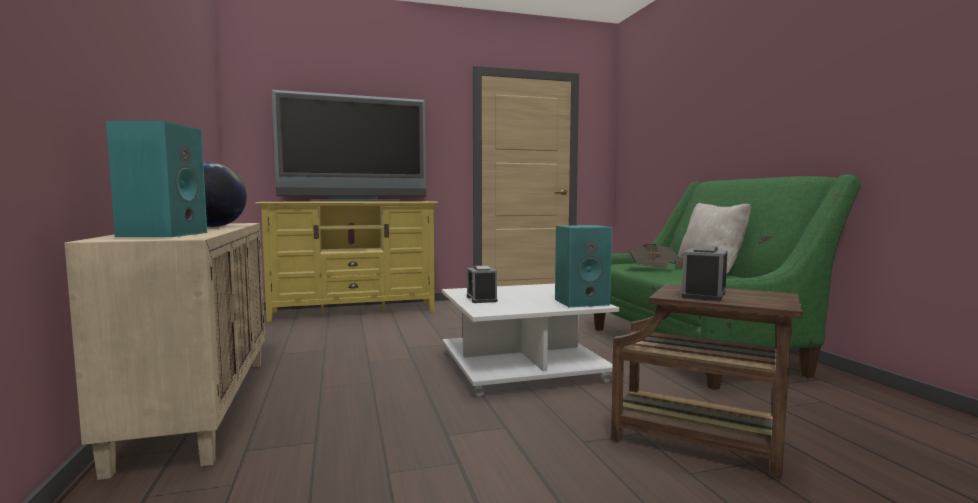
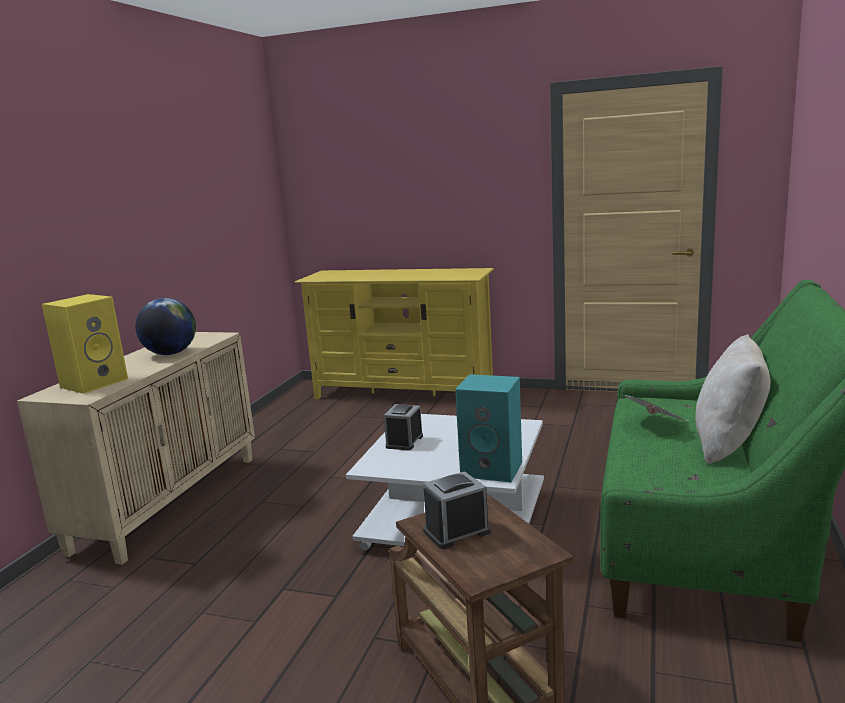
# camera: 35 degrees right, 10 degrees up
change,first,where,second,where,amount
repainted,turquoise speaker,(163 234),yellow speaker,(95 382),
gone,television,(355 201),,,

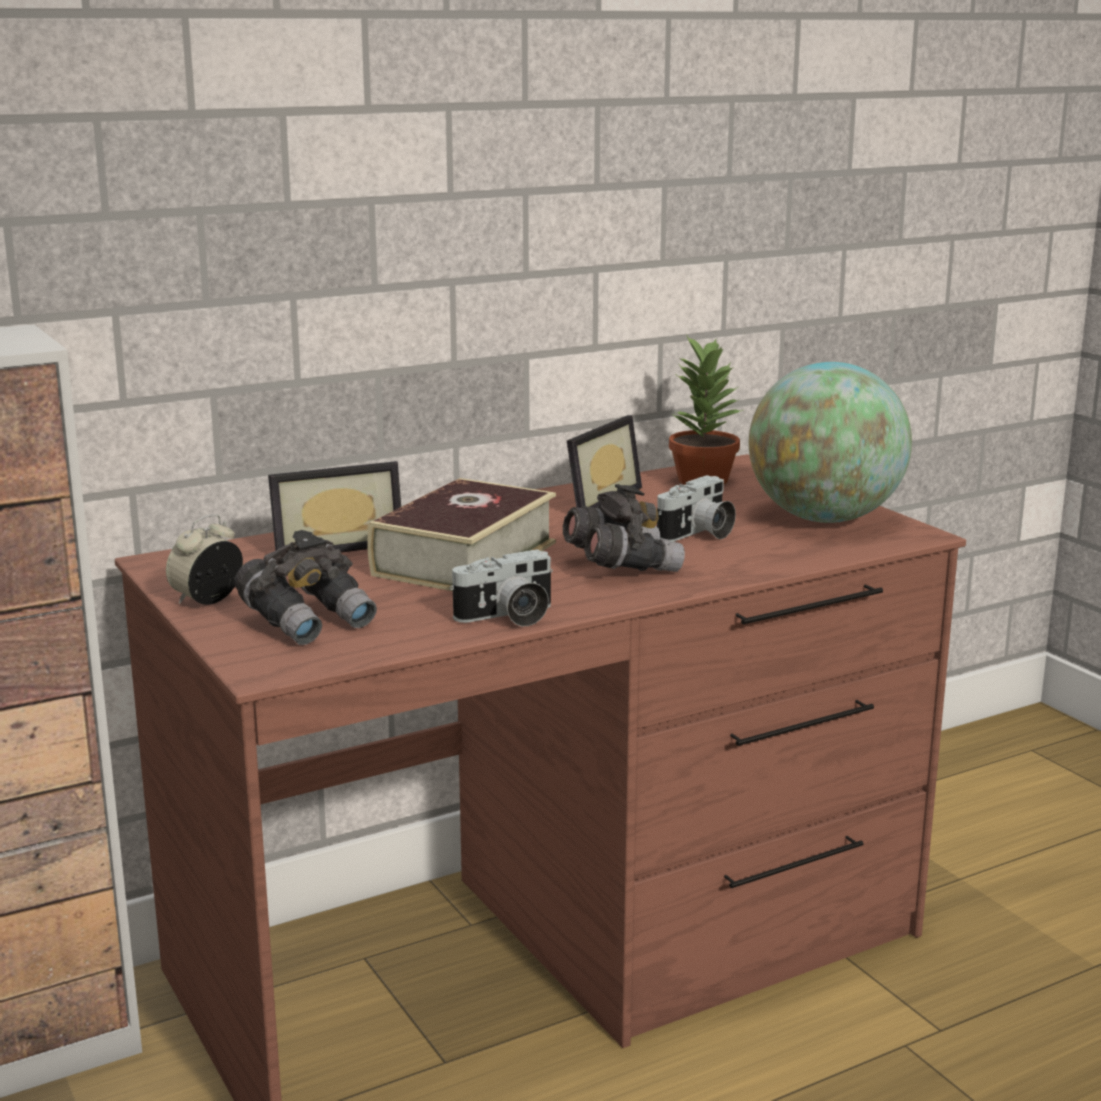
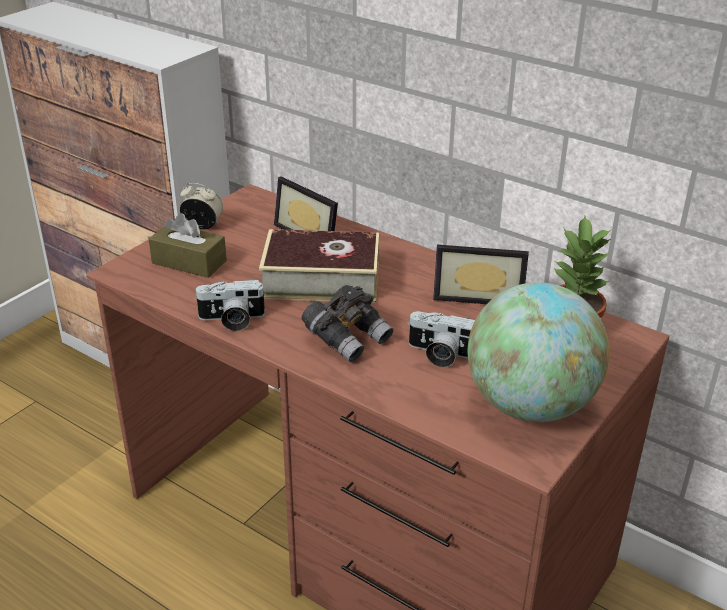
# camera: 65 degrees right, 15 degrees up
change,first,where,second,where,amount
swapped,grey binoculars,(308 622),brown tissue box,(189 262),
rotated,photo camera,(508 617),,(231 320),45 degrees counterclockwise

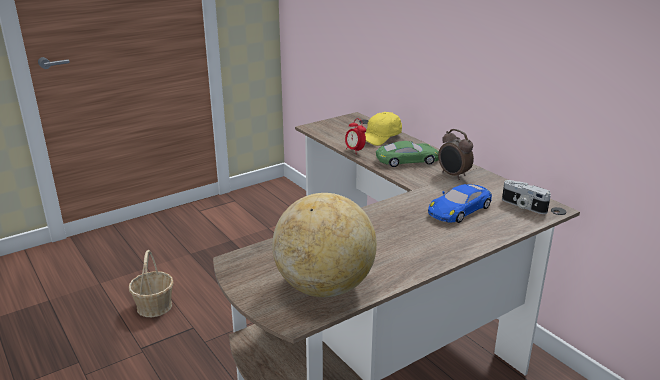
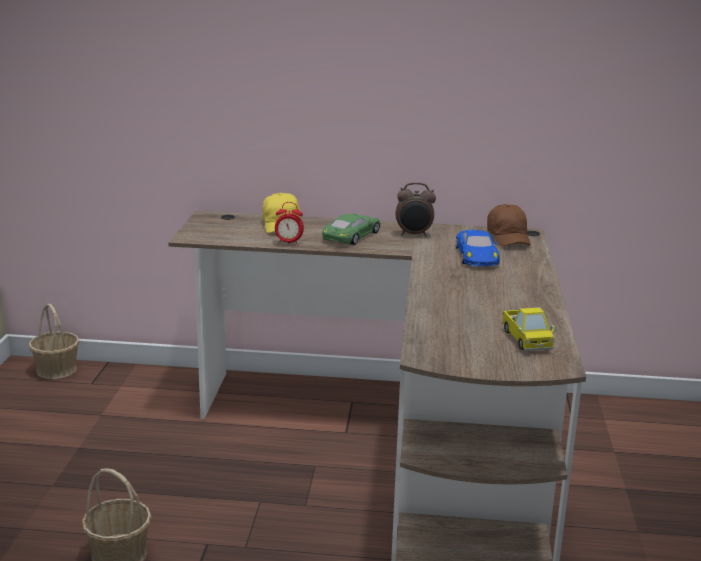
# camera: 50 degrees left, 5 degrees down
change,first,where,second,where,amount
new,,,basket,(57 370),
swapped,photo camera,(523 206),brown cap,(508 238),
swapped,globe,(325 287),toy truck,(526 340),

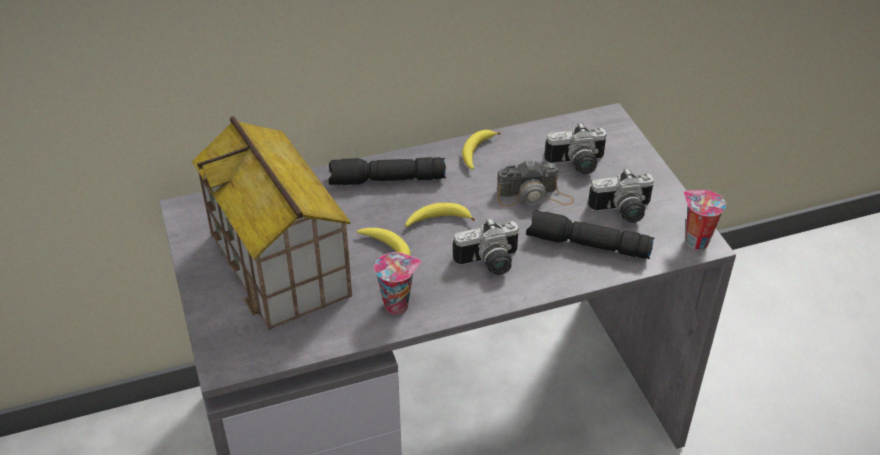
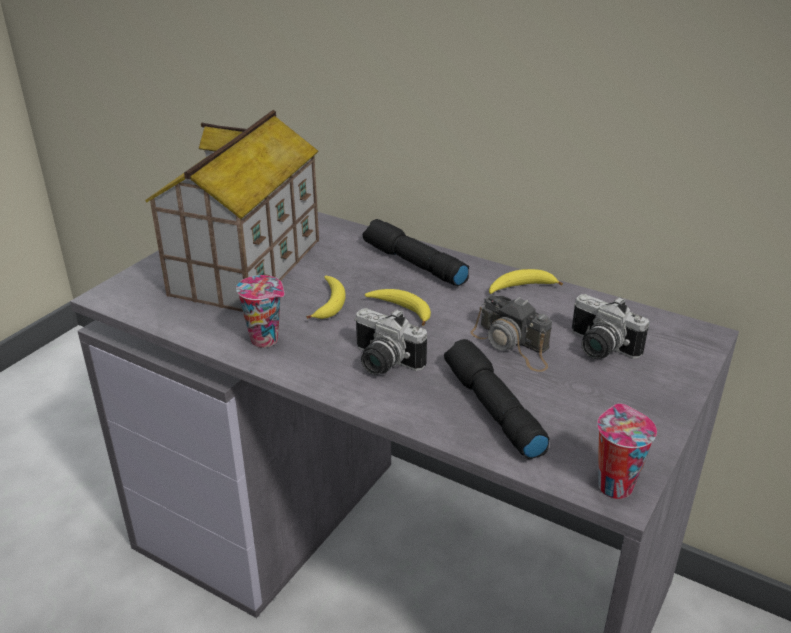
# camera: 50 degrees right, 10 degrees down
change,first,where,second,where,amount
gone,photo camera,(622 212),,,

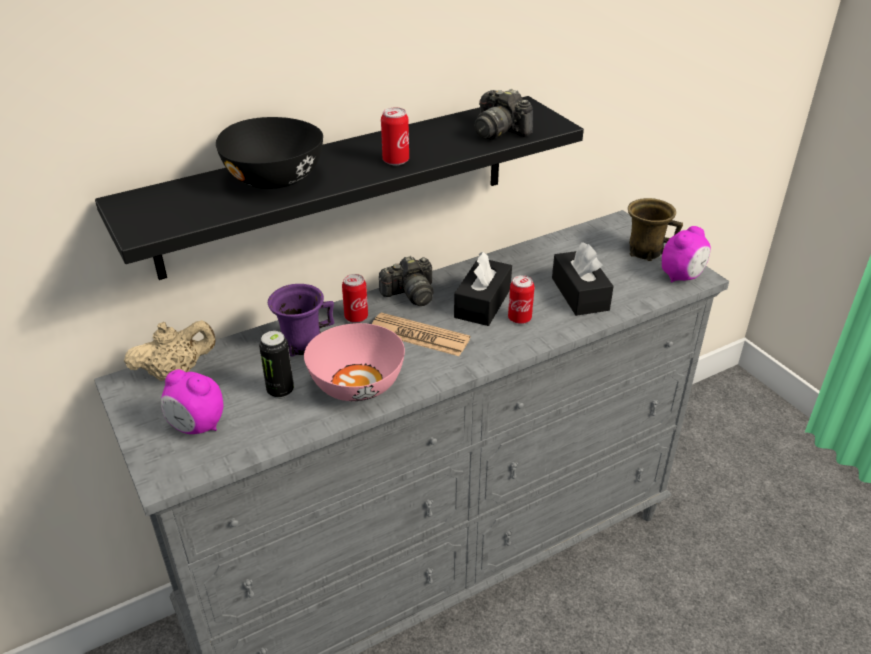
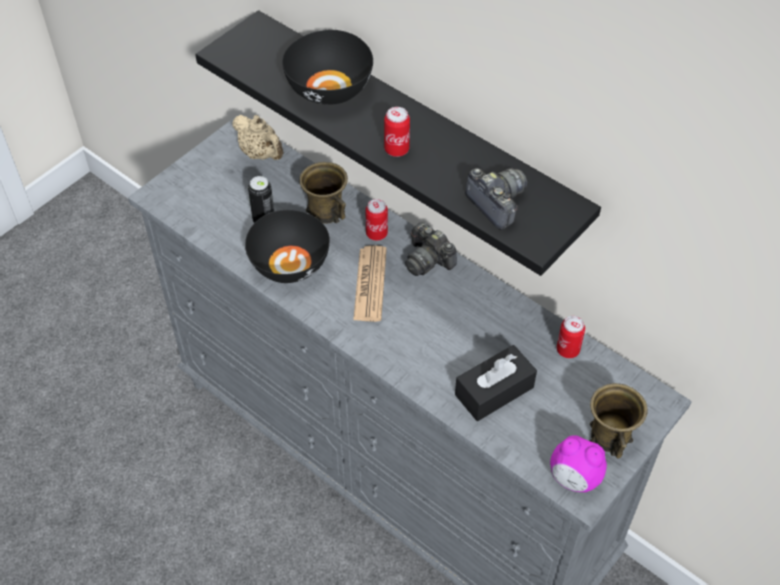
# camera: 70 degrees right, 15 degrees up
change,first,where,second,where,amount
repainted,pink bowl,(356 385),black bowl,(289 263),
repainted,purple mug,(301 343),brown mug,(326 211),
rotated,photo camera,(499 131),,(496 203),120 degrees clockwise
shifted,can,(519 318),,(567 350),
gone,alarm clock,(197 426),,,
gone,black tissue box,(482 303),,,

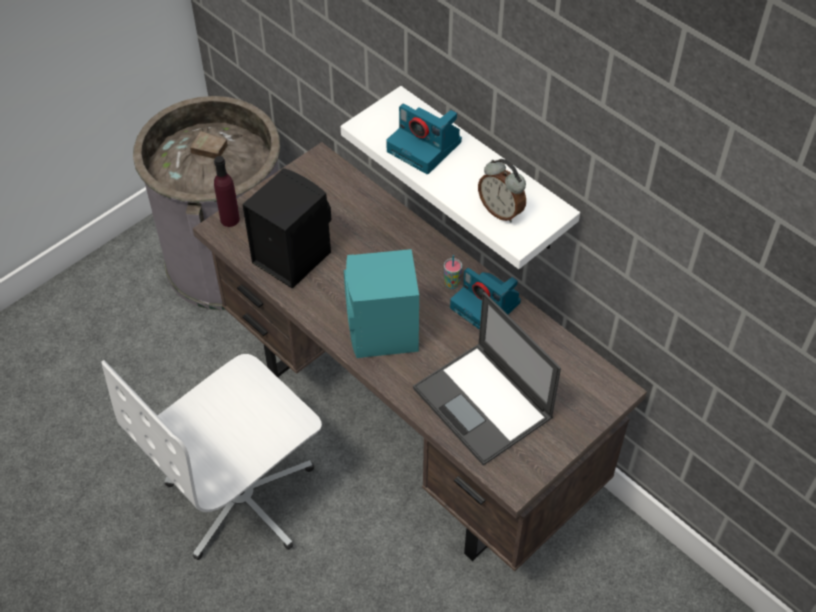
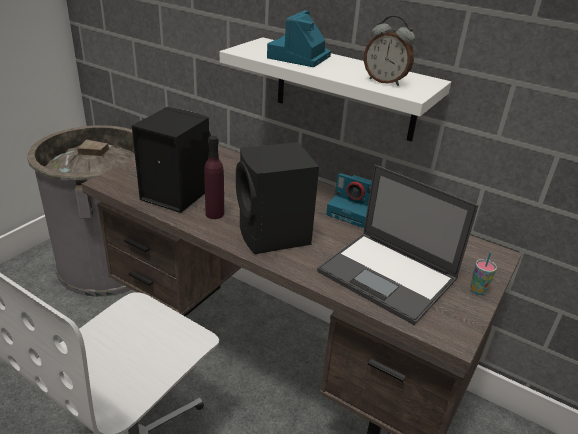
# camera: 15 degrees left, 20 degrees down
change,first,where,second,where,amount
shifted,purple bottle,(230 219),,(214 214),
repainted,turquoise speaker,(383 335),black speaker,(274 236),
rotated,photo camera,(426 147),,(299 57),90 degrees clockwise
shifted,cup,(452 284),,(477 290),

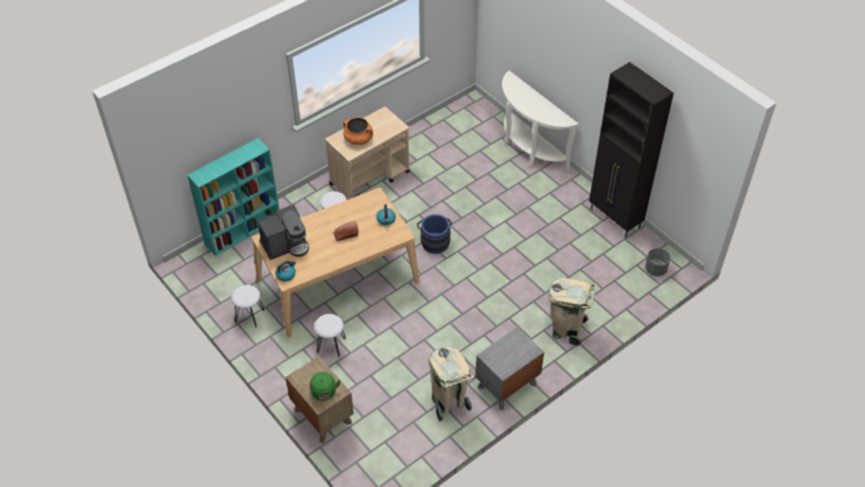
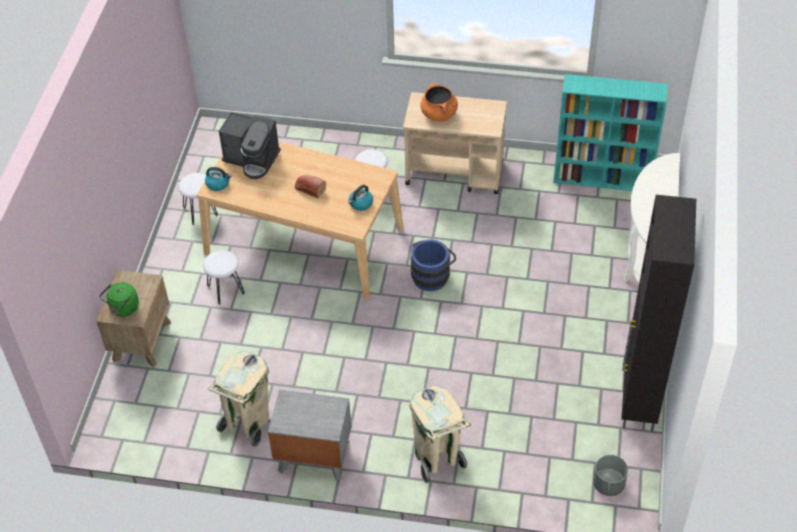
# camera: 50 degrees right, 0 degrees up
change,first,where,second,where,amount
shifted,turquoise bookcase,(243 230),,(603 178),

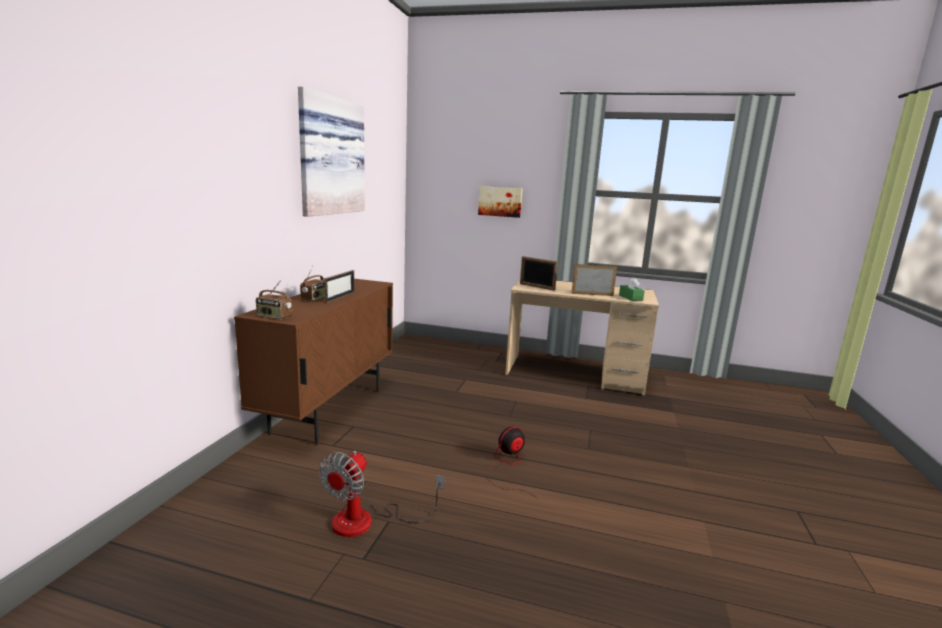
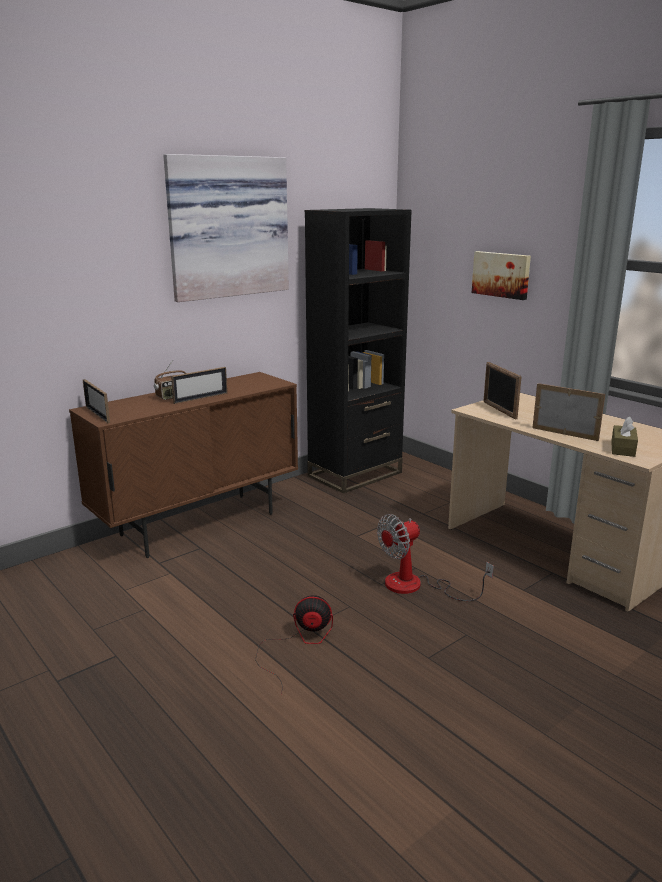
# camera: 35 degrees right, 5 degrees up
change,first,where,second,where,amount
swapped,radio,(274 317),picture frame,(97 414),
new,,,black bookcase,(355 474),
shifted,fan,(367 521),,(416 586),
repainted,green tissue box,(630 298),brown tissue box,(623 448),

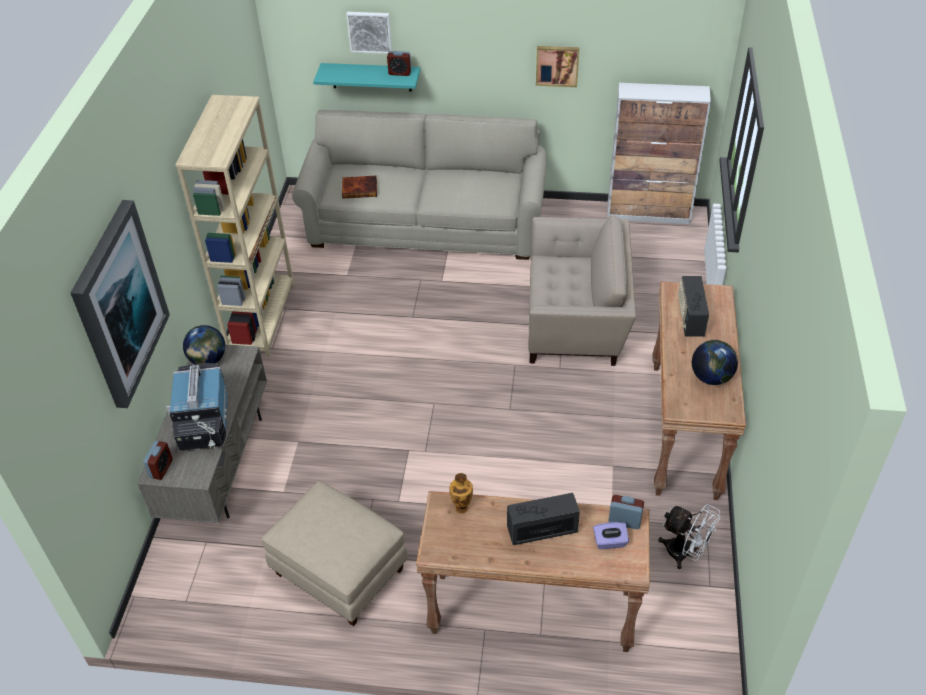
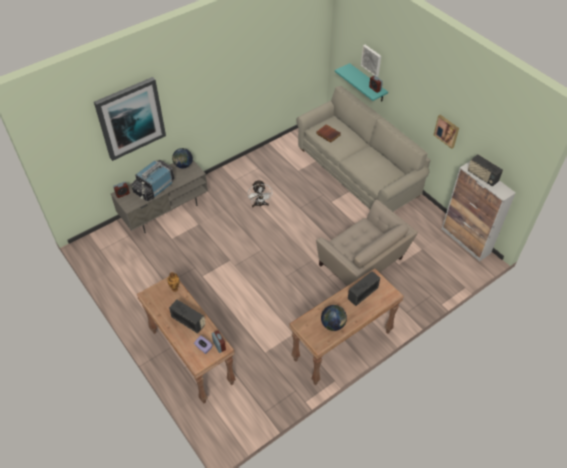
# camera: 45 degrees right, 5 degrees up
change,first,where,second,where,amount
shifted,white fan,(684 553),,(260 205),
new,,,radio,(482 177),
gone,beige bookcase,(261 317),,,
gone,beige ottoman,(338 572),,,

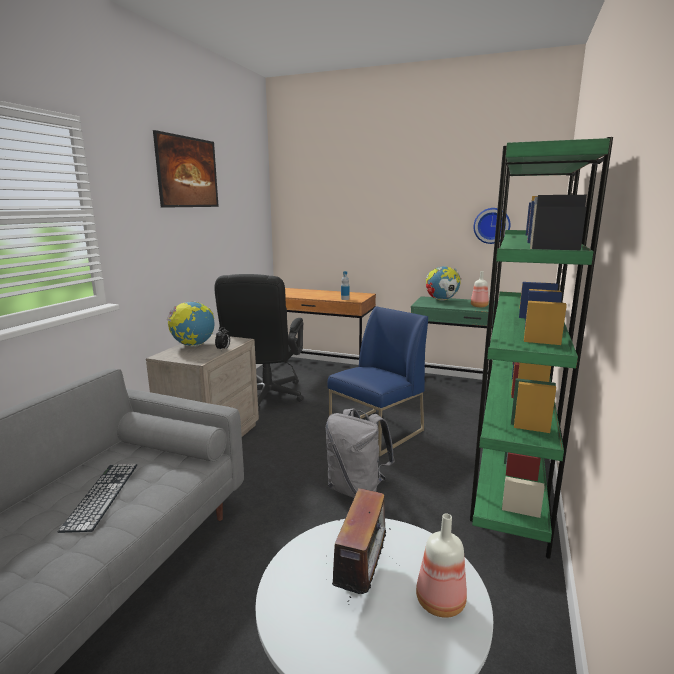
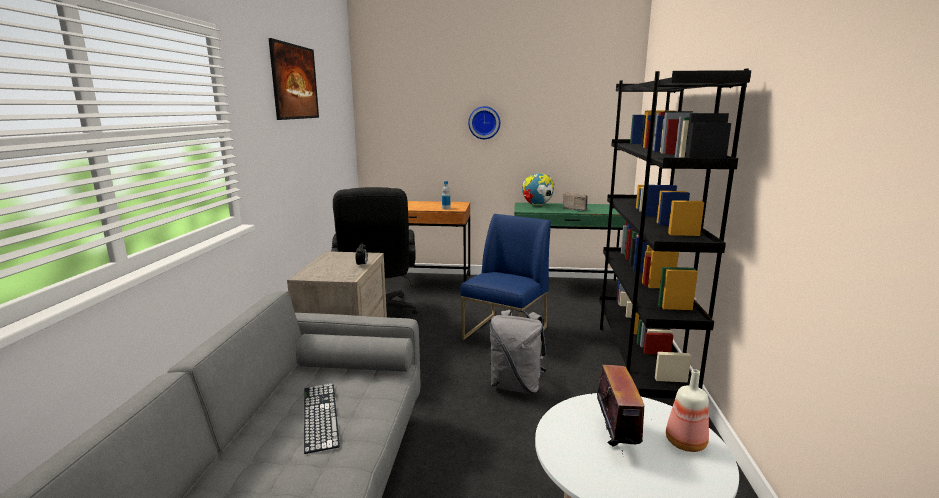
# camera: 15 degrees left, 0 degrees up
change,first,where,second,where,amount
shifted,wall clock,(491 225),,(484 122),
swapped,bottle,(479 306),radio,(575 209),
repainted,green bookcase,(510 480),black bookcase,(639 360),
gone,globe,(193 345),,,

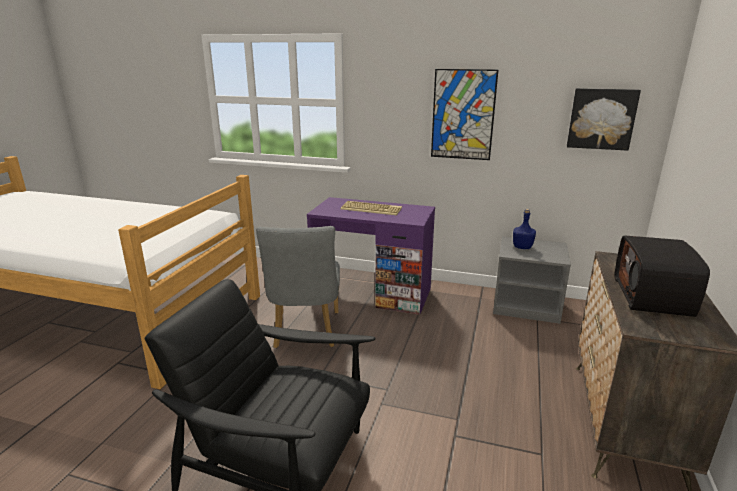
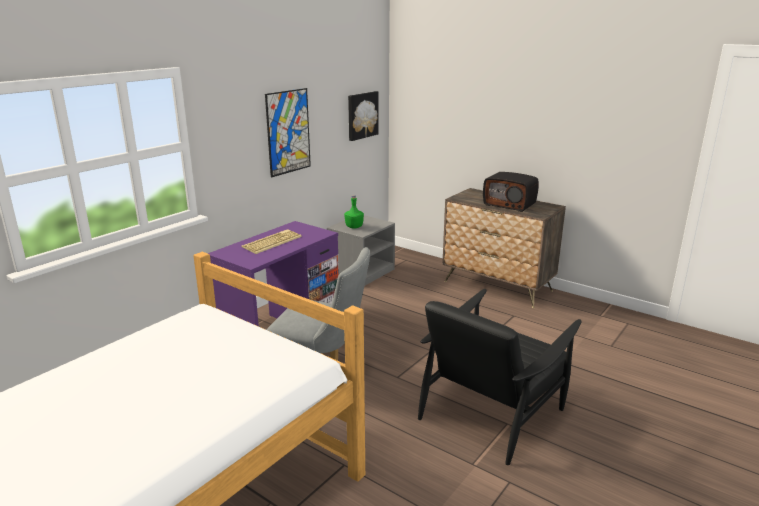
# camera: 70 degrees left, 0 degrees up
change,first,where,second,where,amount
repainted,blue bottle,(523 247),green bottle,(354 227),

